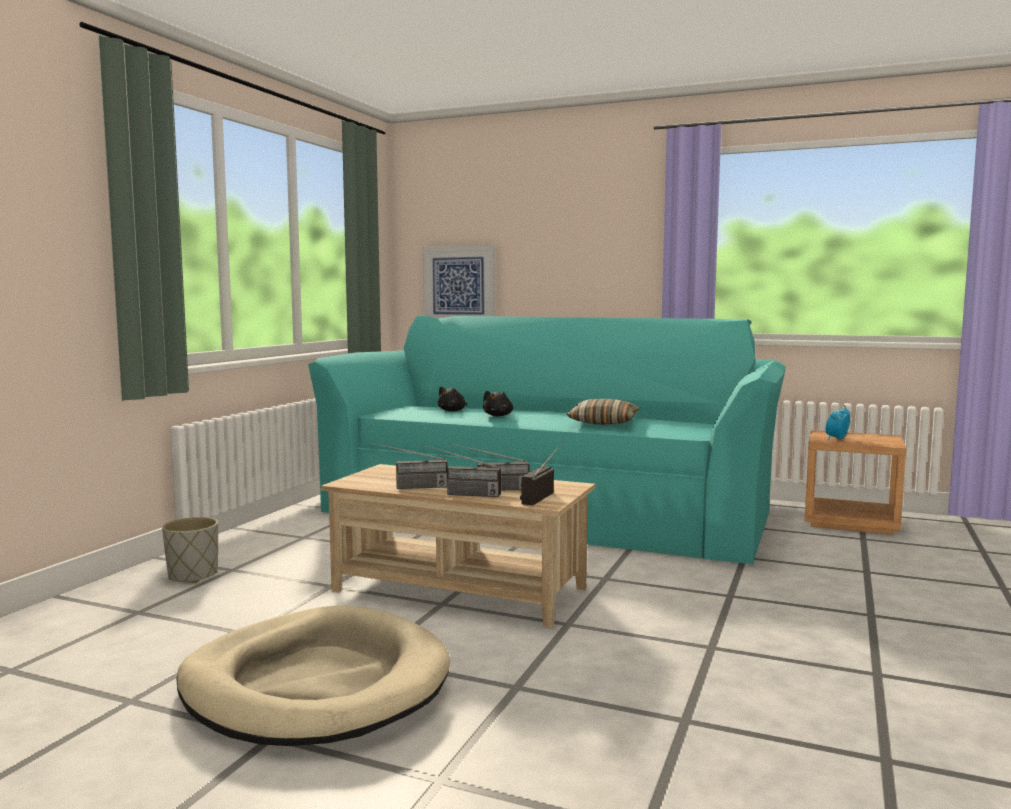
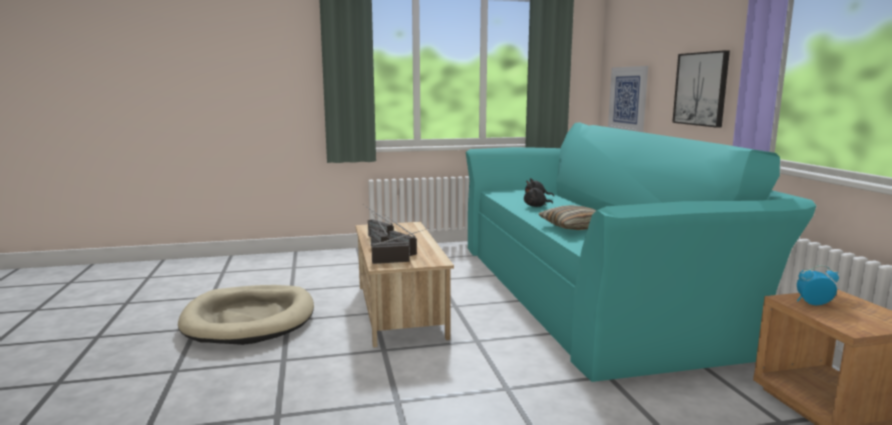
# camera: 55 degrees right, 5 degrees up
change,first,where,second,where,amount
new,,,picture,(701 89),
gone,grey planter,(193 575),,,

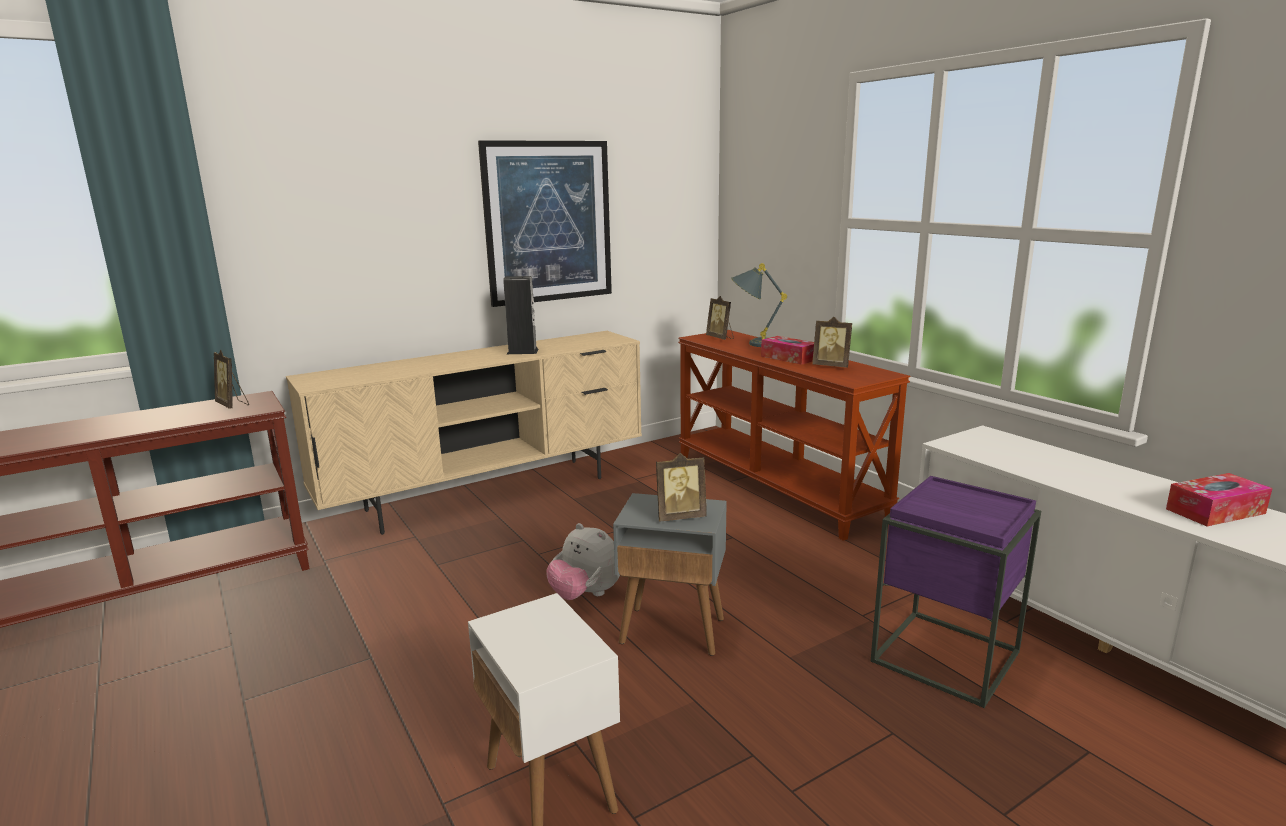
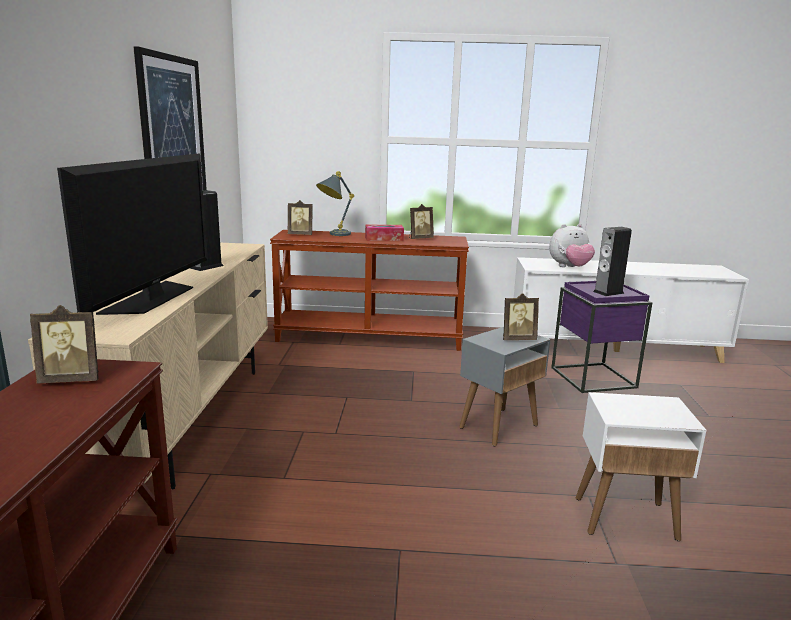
# camera: 55 degrees left, 0 degrees up
change,first,where,second,where,amount
new,,,television,(152 298),
rotated,picture frame,(680 516),,(517 339),60 degrees clockwise
shifted,plush toy,(585 595),,(569 267),
new,,,speaker,(608 292),
gone,tissue box,(1215 511),,,

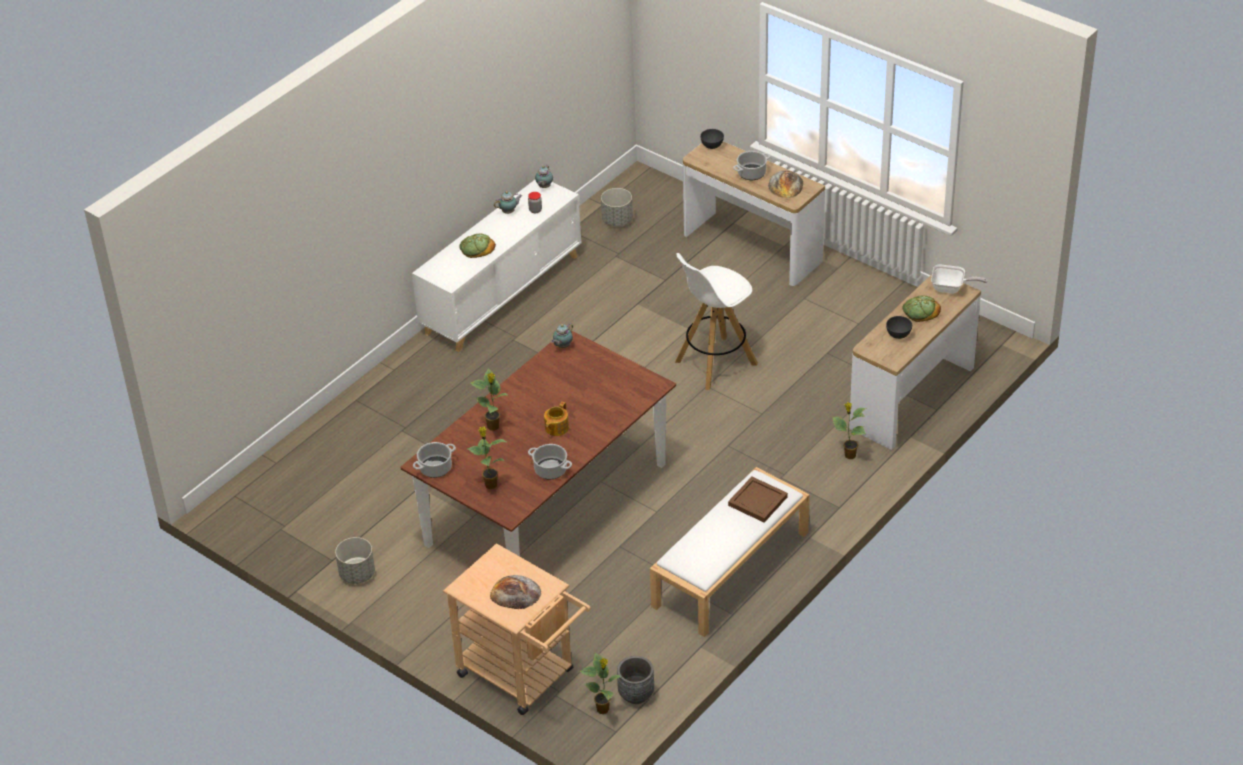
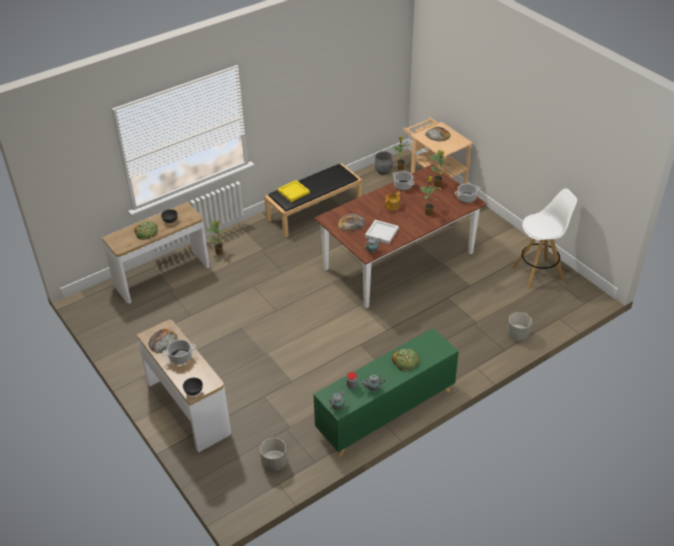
# camera: 165 degrees left, 0 degrees up
change,first,where,second,where,amount
repainted,white bench,(730 570),black bench,(314 210),
repainted,brown tray,(758 502),yellow tray,(293 191),
repainted,white cabinet,(502 294),green cabinet,(385 412),
new,,,bread,(351 223),
new,,,white tray,(382 233),
shifted,grey planter,(357 574),,(517 335),
shifted,white stool,(715 363),,(538 272),
gone,frying pan,(951 288),,,

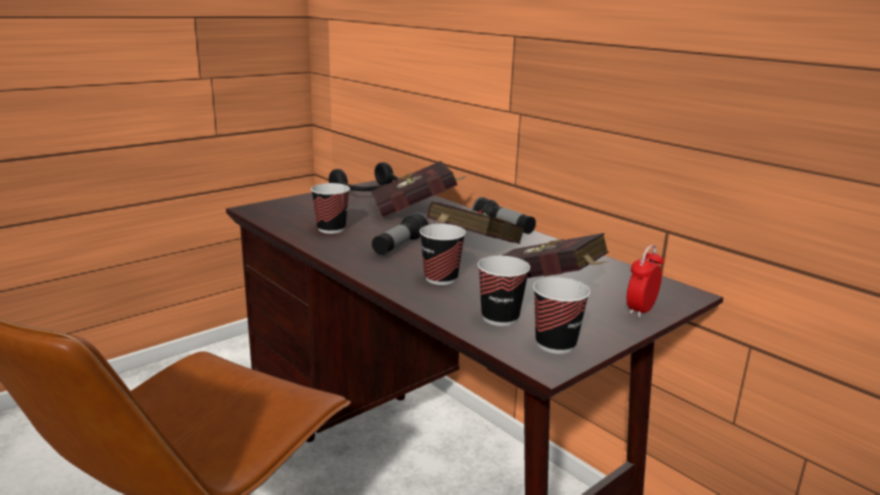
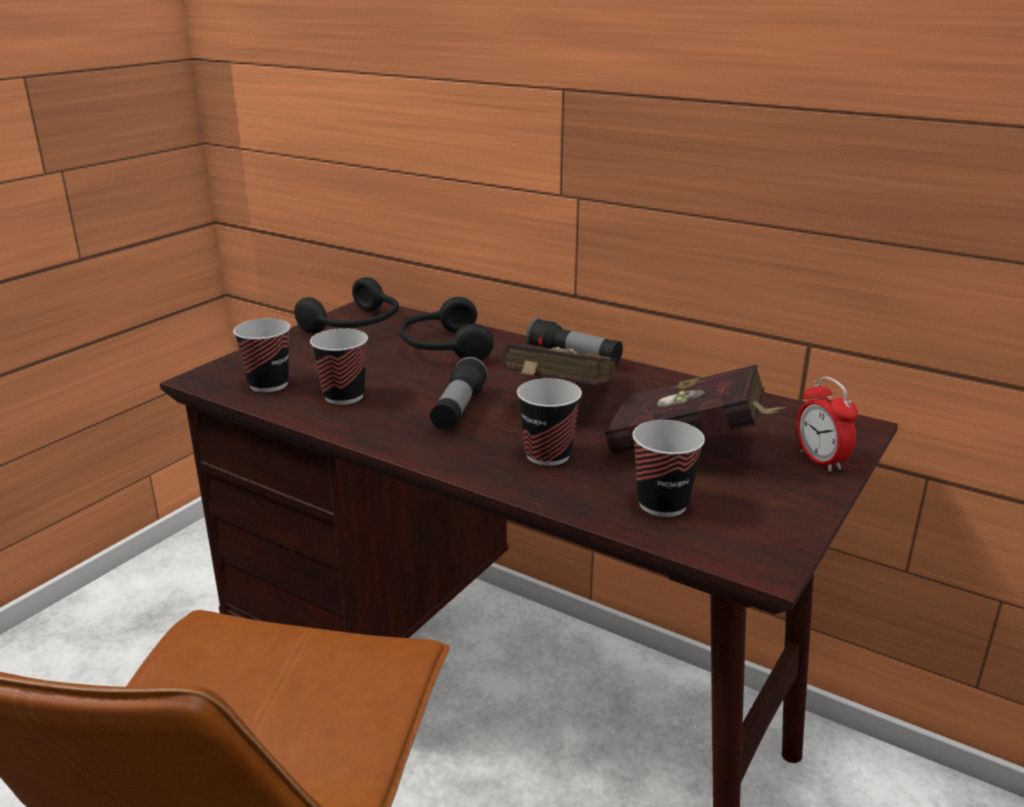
# camera: 15 degrees left, 5 degrees up
change,first,where,second,where,amount
shifted,cup,(555 344),,(269 384),
swapped,red book,(417 211),black headphones,(443 347),
rotated,alarm clock,(640 310),,(820 461),45 degrees counterclockwise

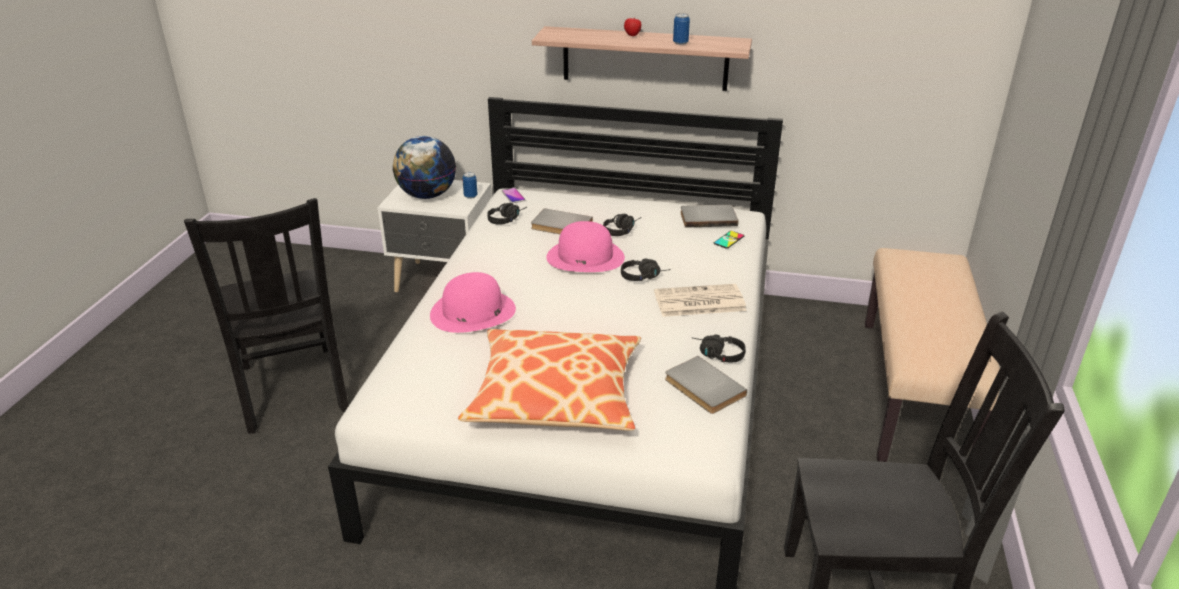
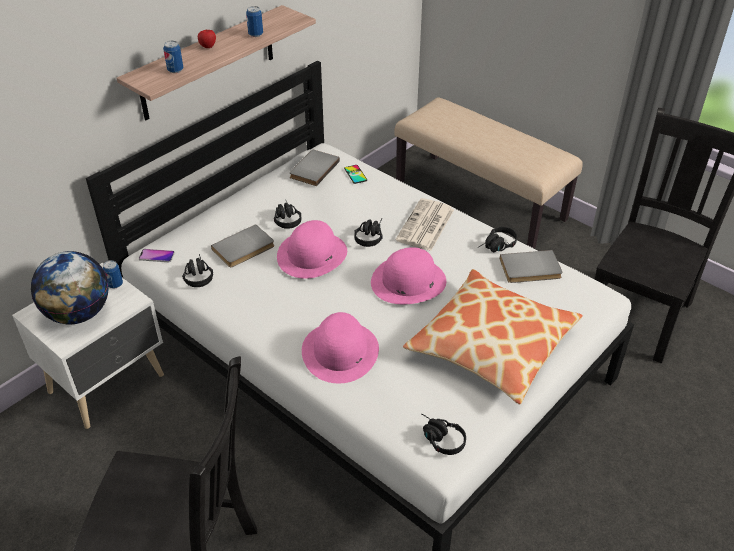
# camera: 60 degrees left, 10 degrees up
change,first,where,second,where,amount
new,,,can,(175 70),
new,,,pink hat,(408 281),
new,,,black headphones,(439 438),

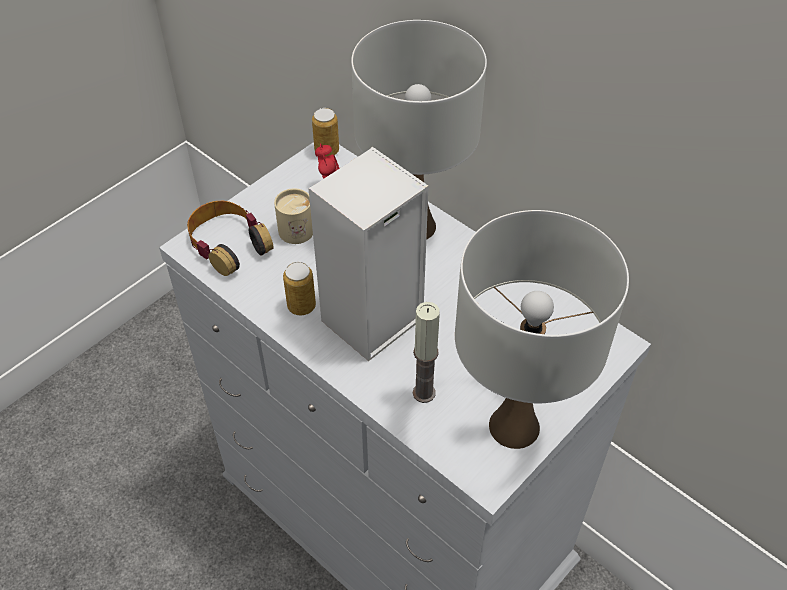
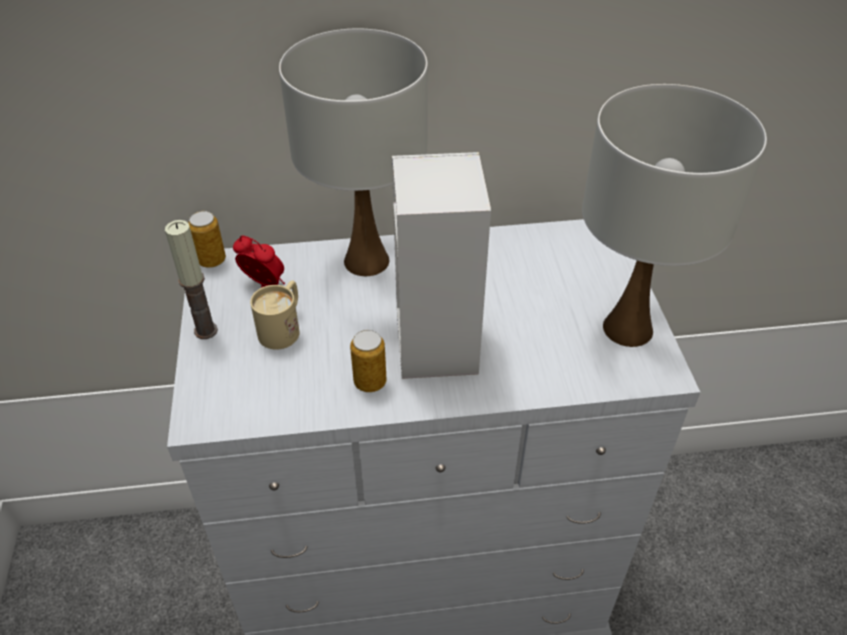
# camera: 50 degrees left, 5 degrees down
change,first,where,second,where,amount
shifted,candle,(424 393),,(206 330),
gone,headphones,(228 244),,,

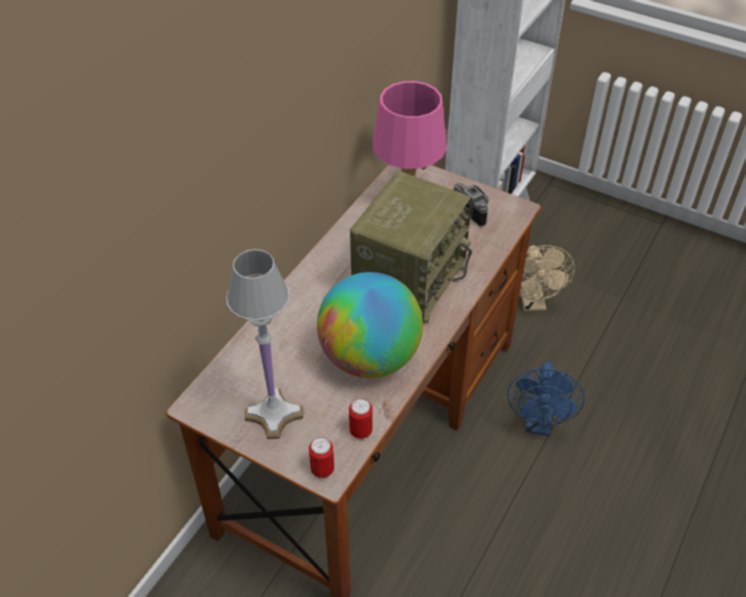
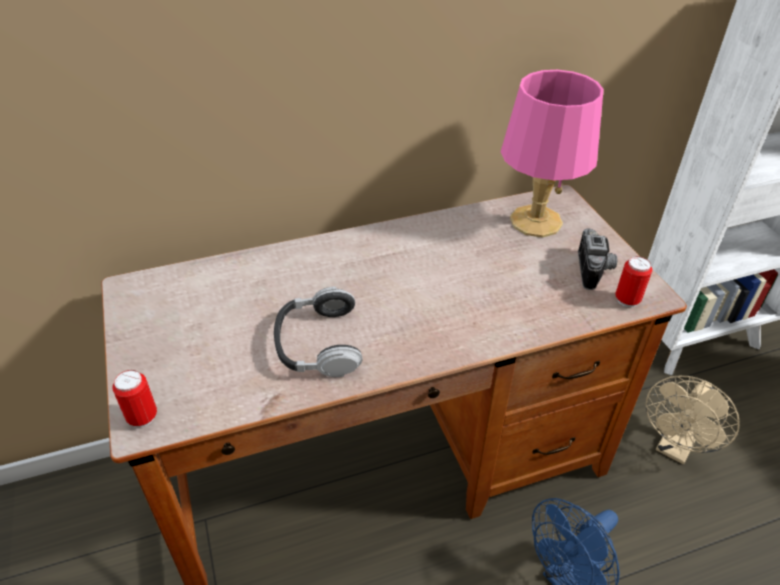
# camera: 40 degrees right, 5 degrees down
change,first,where,second,where,amount
swapped,globe,(369 358),headphones,(317 343),
shifted,can,(361 431),,(627 300),
gone,white table lamp,(273 415),,,
gone,radio,(409 279),,,

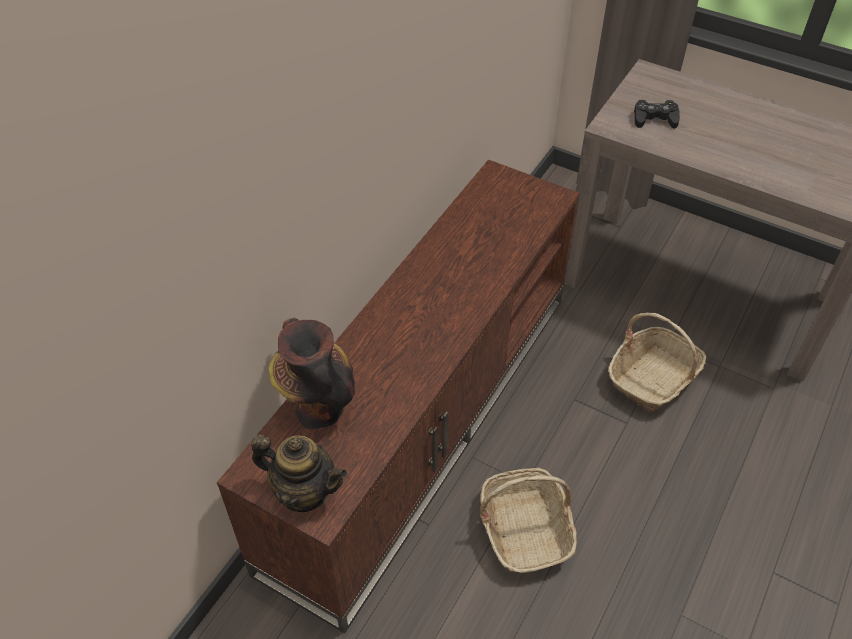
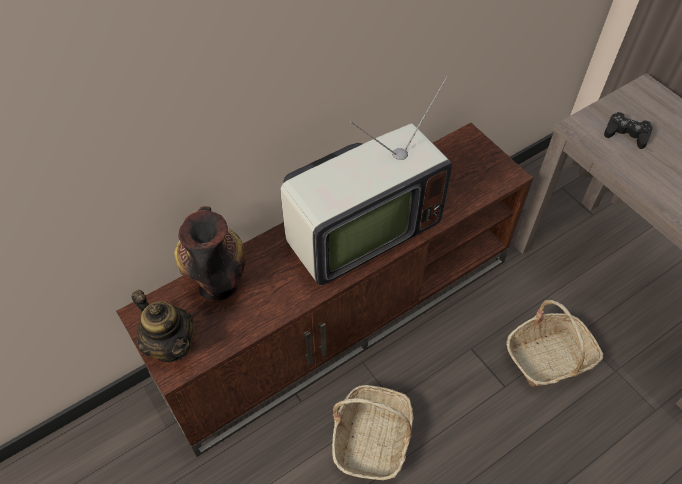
# camera: 25 degrees right, 5 degrees up
change,first,where,second,where,amount
new,,,television,(357 232),

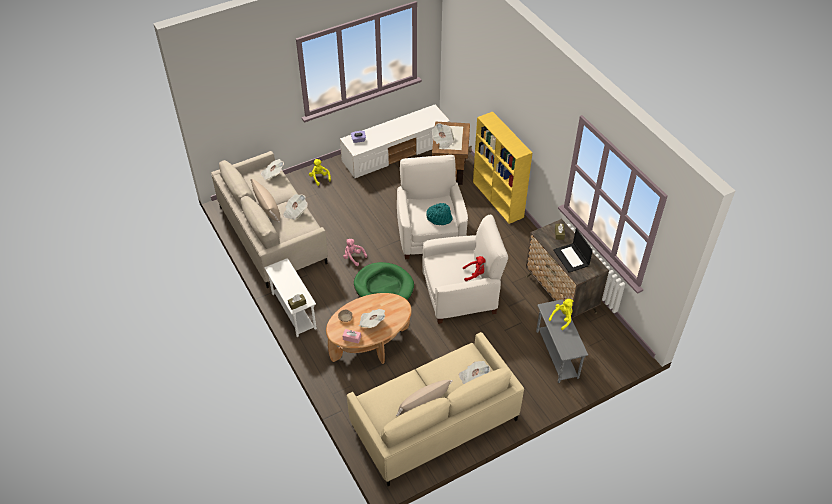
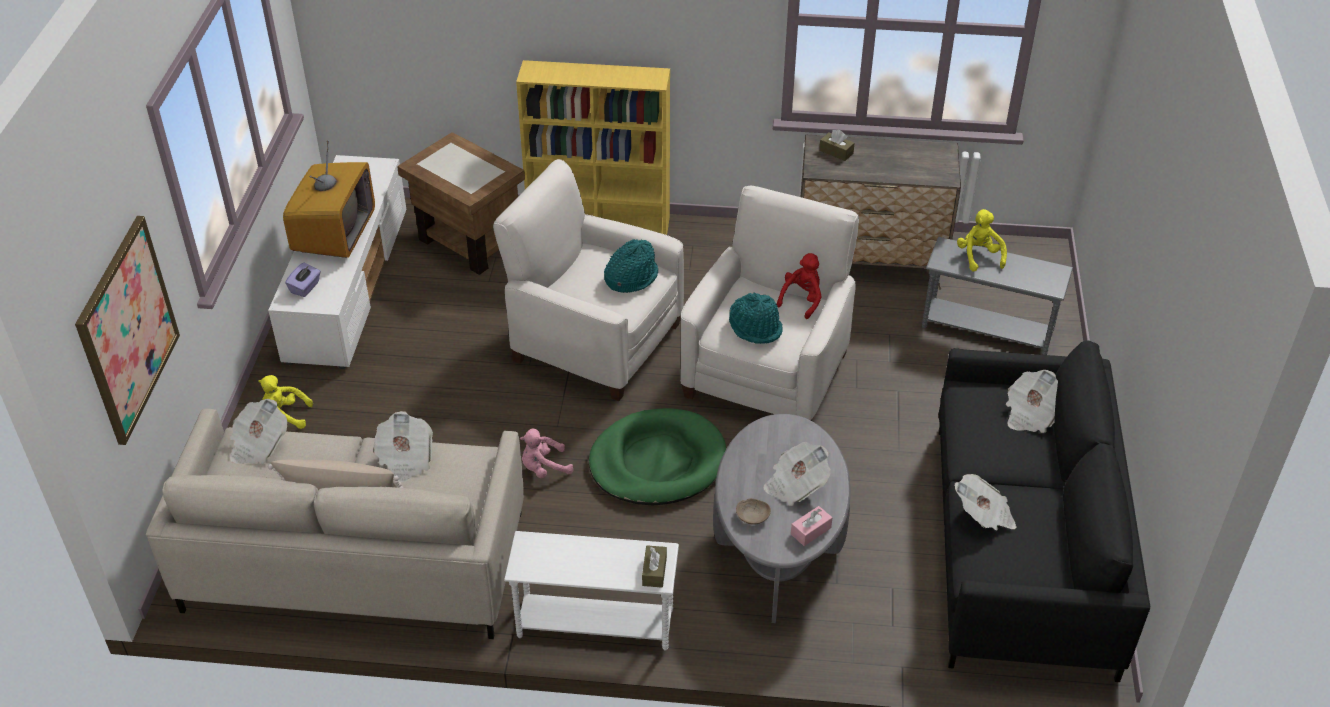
# camera: 55 degrees left, 5 degrees down
change,first,where,second,where,amount
new,,,picture,(127 329),
new,,,television,(334 234),
repainted,brown coffee table,(370 344),grey coffee table,(778 547),
new,,,turquoise hat,(756 328),
repainted,beige sofa,(434 422),black sofa,(1020 548),
shifted,newspaper,(443 141),,(984 515),
gone,beige pillow,(423 403),,,
gone,laptop,(571 258),,,

